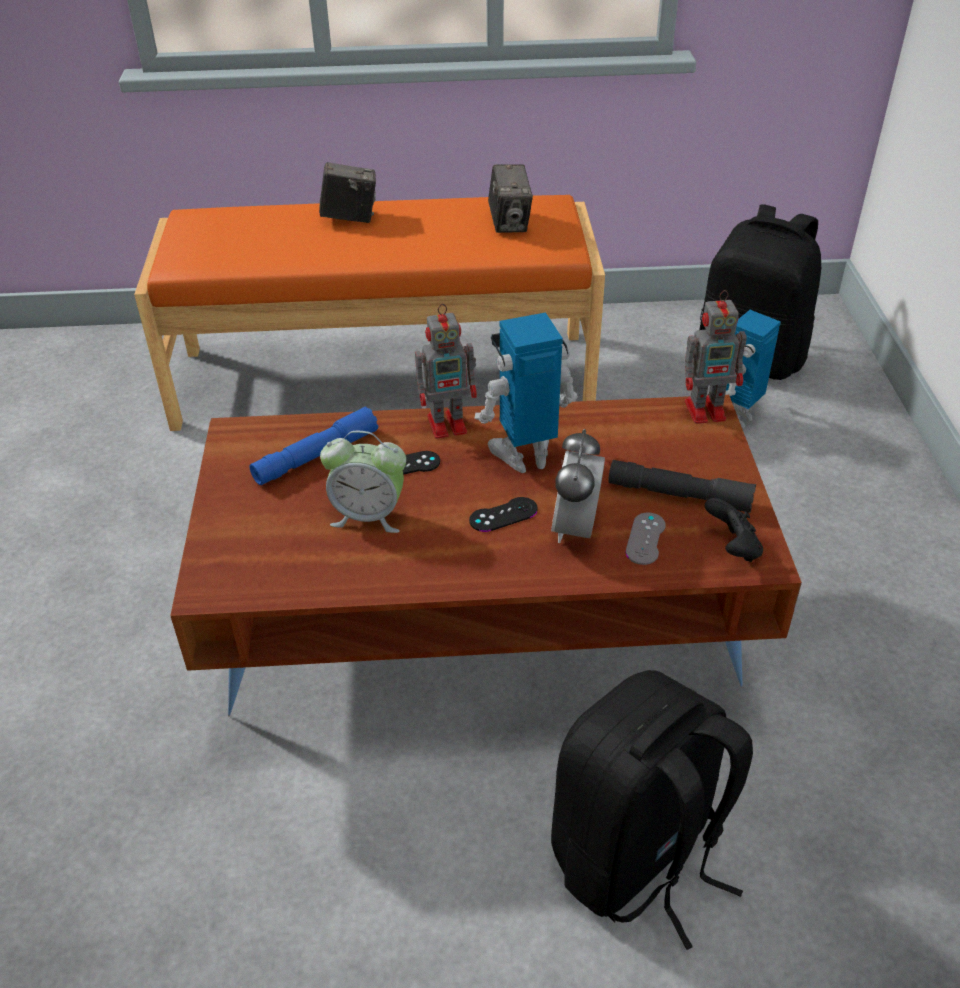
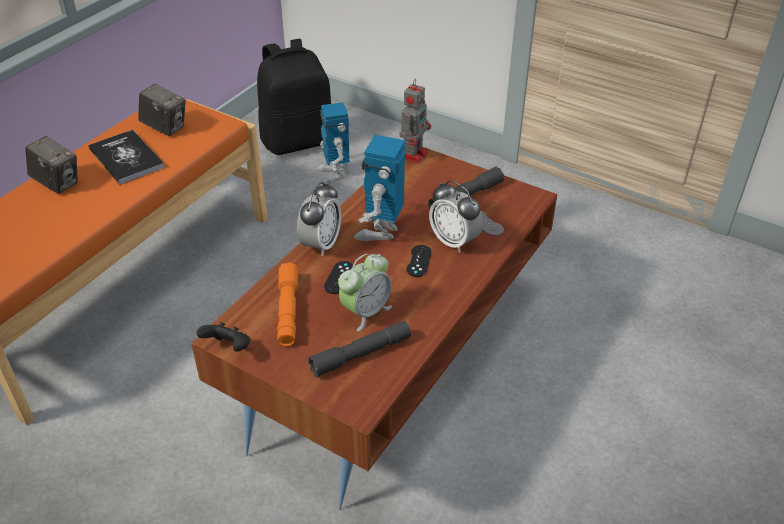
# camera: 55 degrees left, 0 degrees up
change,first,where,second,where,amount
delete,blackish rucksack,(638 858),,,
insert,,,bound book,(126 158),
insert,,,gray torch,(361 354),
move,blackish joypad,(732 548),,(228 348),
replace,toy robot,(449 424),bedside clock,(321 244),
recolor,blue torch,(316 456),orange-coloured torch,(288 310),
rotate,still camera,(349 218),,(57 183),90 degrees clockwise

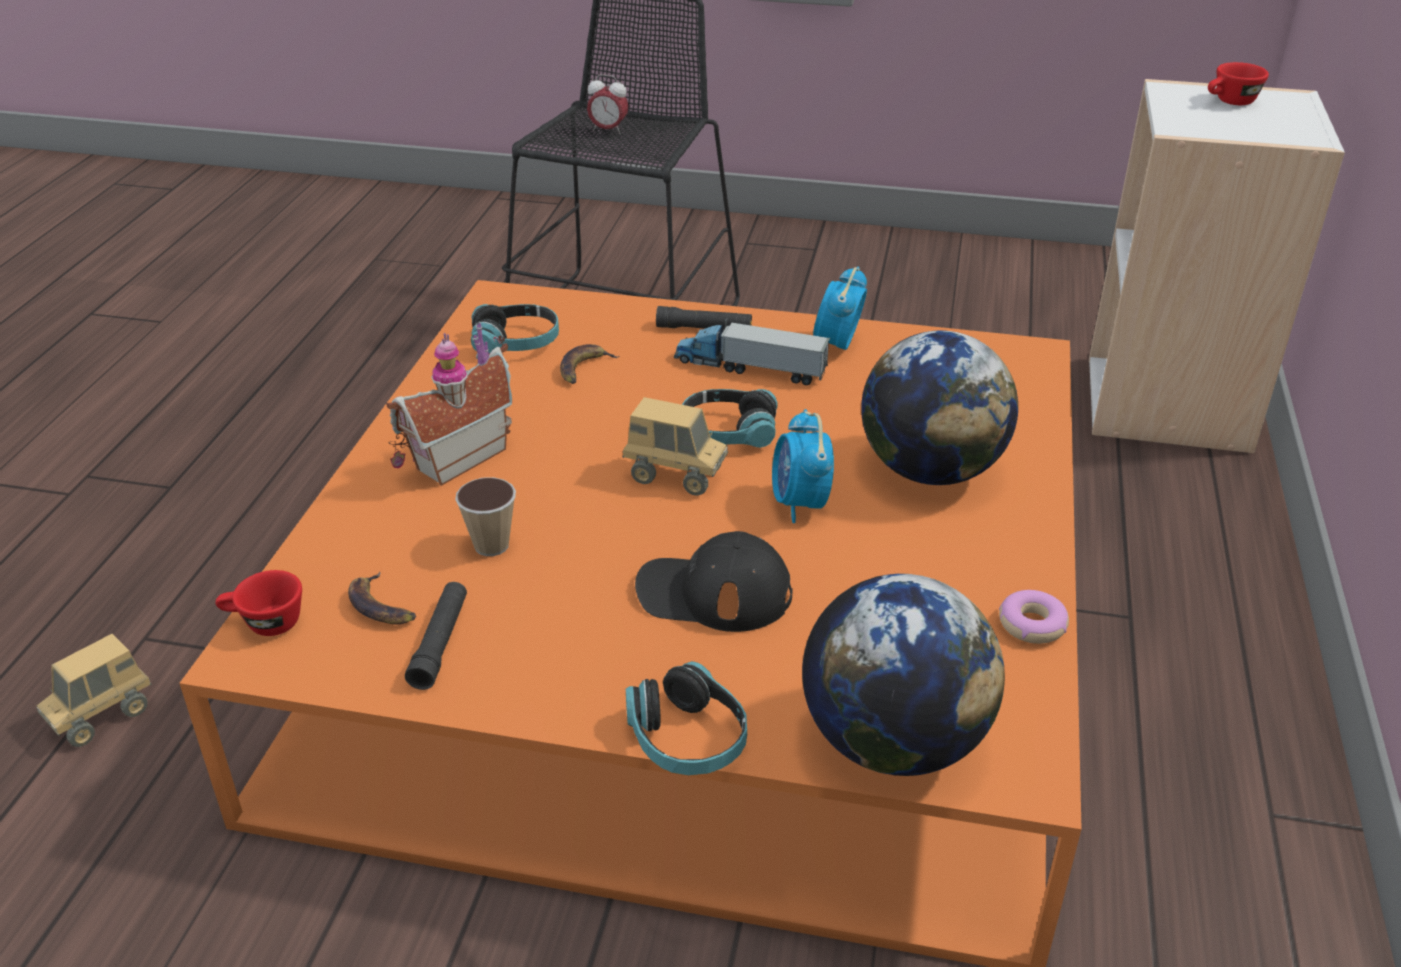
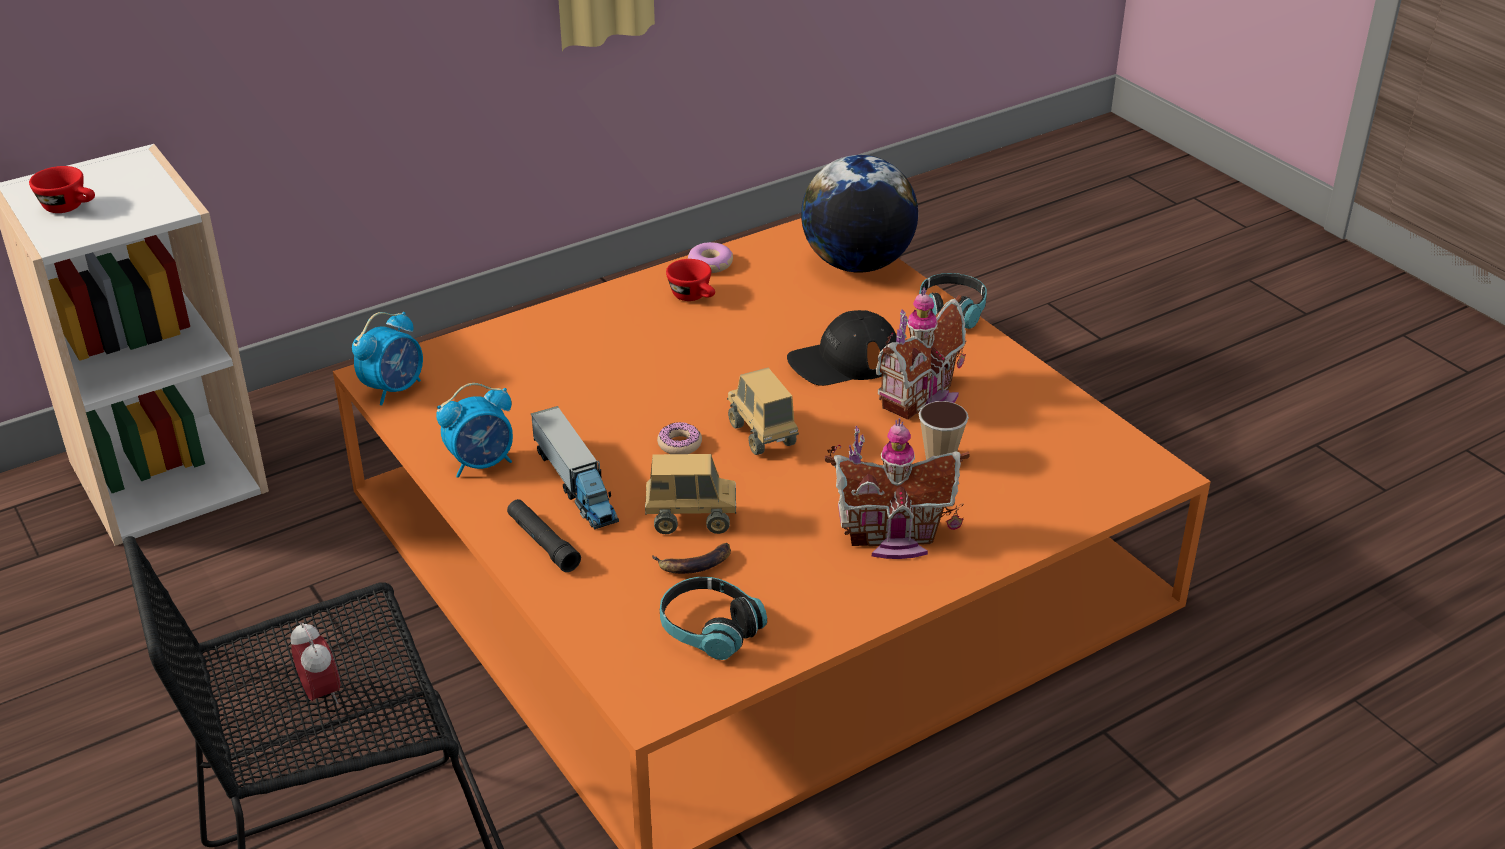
# camera: 135 degrees left, 0 degrees up
change,first,where,second,where,amount
delete,banana,(381 606),,,
delete,blackish torch,(440 643),,,
delete,world globe,(931 470),,,
insert,,,toy house,(923 400),
move,toy lorry,(102 717),,(691 520),
move,red-coloured small cup,(264 623),,(694 297),
move,bedside clock,(800 504),,(394 389),
replace,headset,(728 432),ring doughnut,(679 444),
rotate,blackish cap,(713 593),,(844 360),105 degrees clockwise

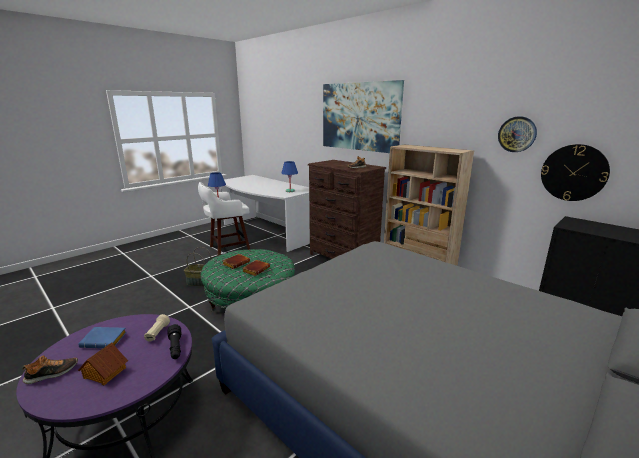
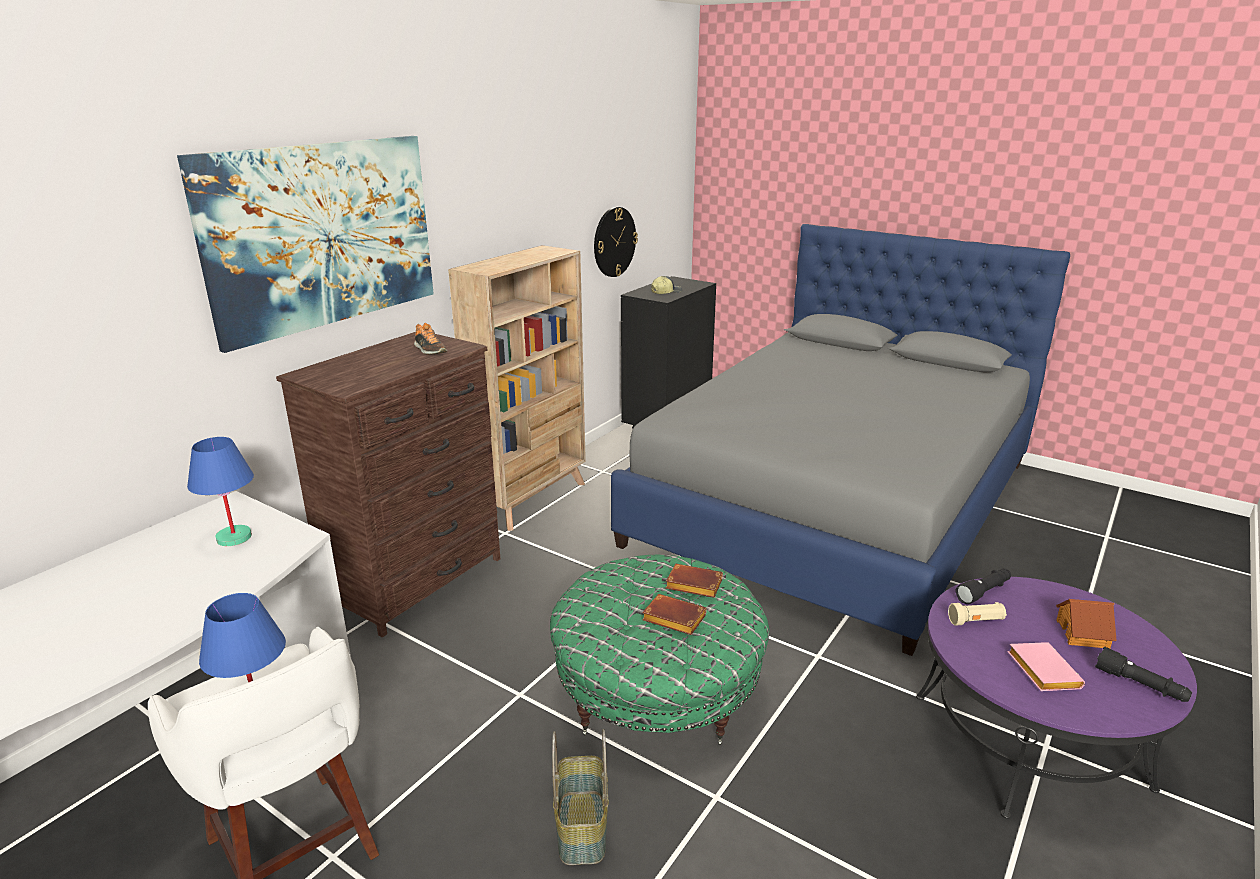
# camera: 100 degrees left, 5 degrees up
change,first,where,second,where,amount
delete,wall clock,(517 134),,,
insert,,,cap,(666 292),
replace,shoe,(52 374),blackish torch,(1140 685),
recolor,blue bound book,(105 340),pink-coloured bound book,(1040 670),

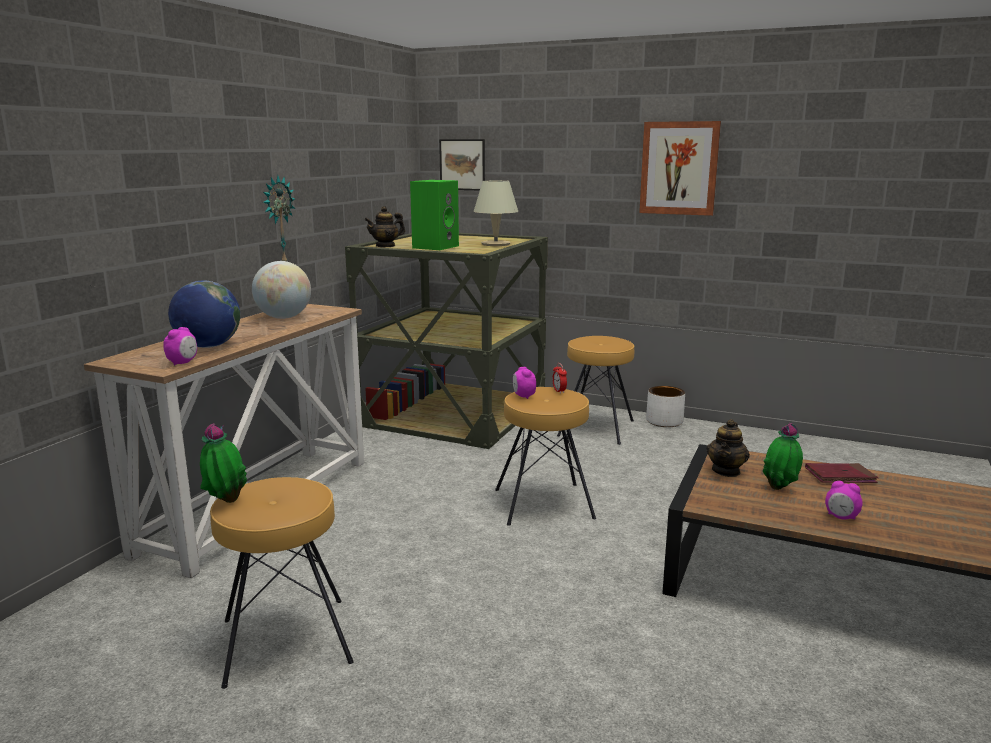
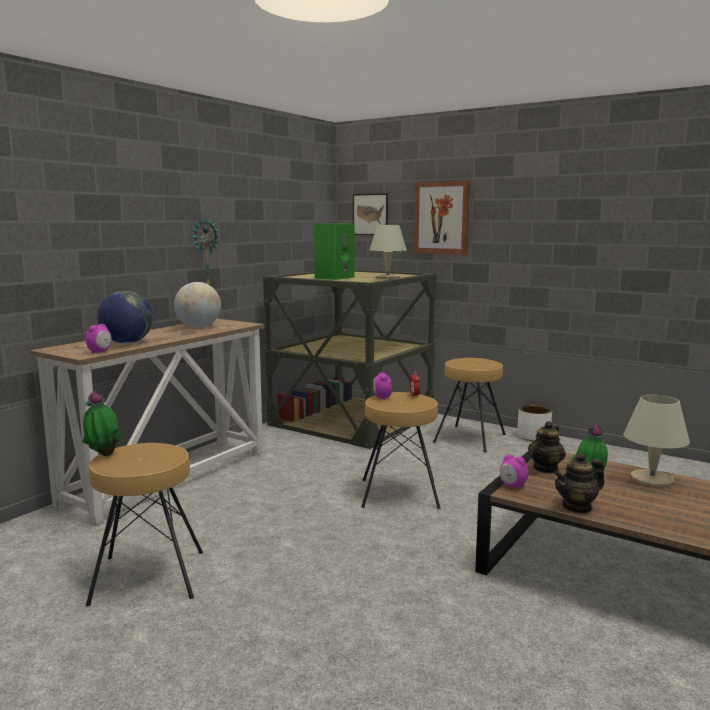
# camera: 10 degrees right, 5 degrees down
change,first,where,second,where,amount
move,pot for tea,(385 246),,(577 507),
move,wall picture,(679 168),,(442 218),
move,bedside clock,(841 517),,(512 486),
replace,red-coloured bound book,(840 476),beige-coloured tabletop lamp,(652 479),

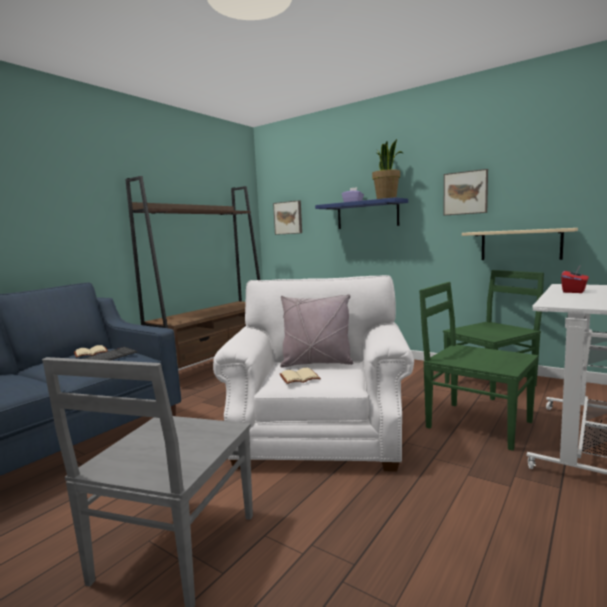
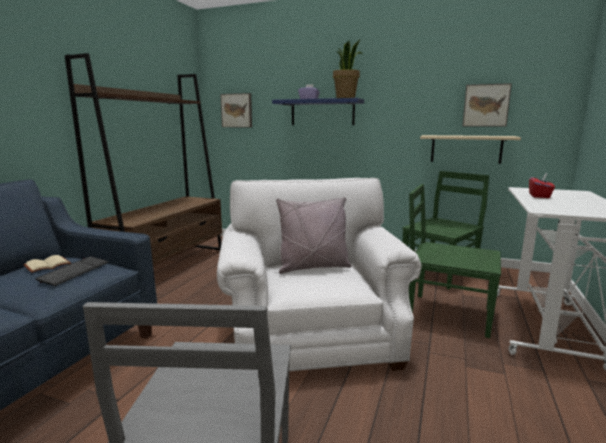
# camera: 15 degrees left, 5 degrees up
change,first,where,second,where,amount
delete,beige-coloured bound book,(300 377),,,
move,wall picture,(465 193),,(486 105),

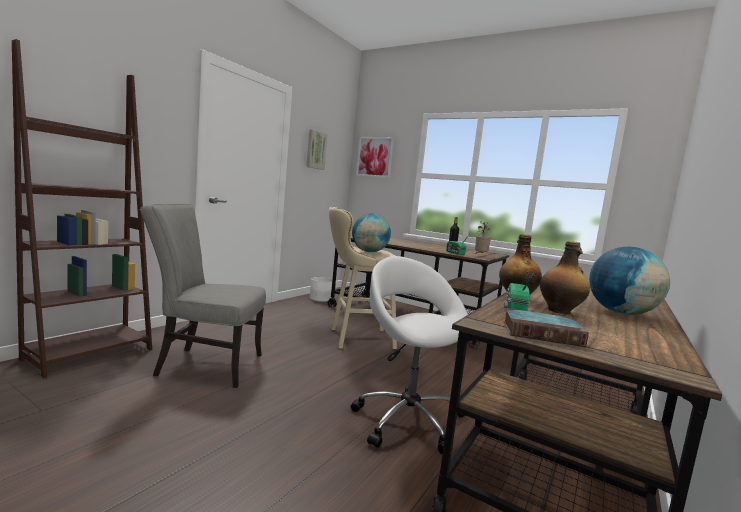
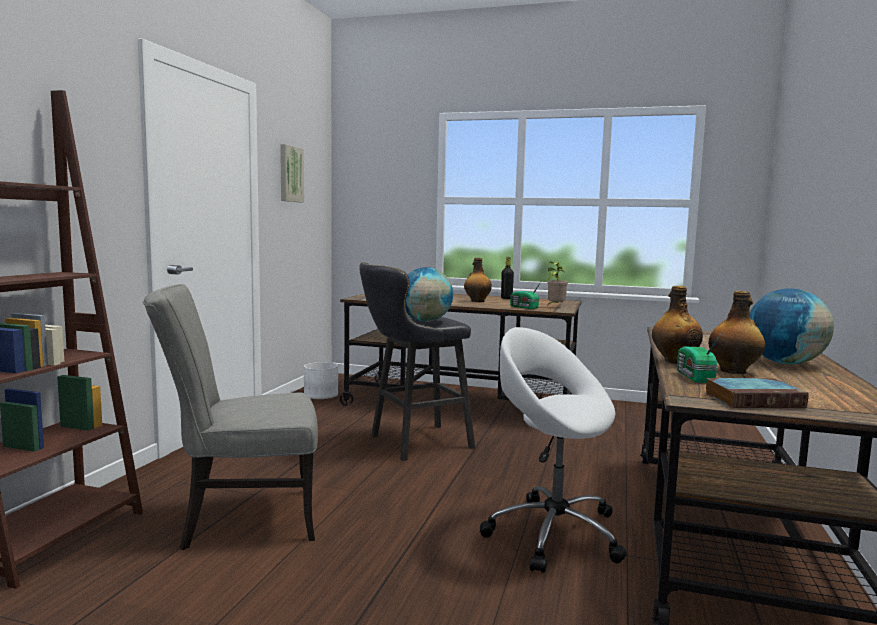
# camera: 15 degrees left, 0 degrees up
change,first,where,second,where,amount
delete,wall picture,(375 157),,,
insert,,,bottle,(477 301),
recolor,beige-coloured sitting stool,(353 338),blackish sitting stool,(410 443),

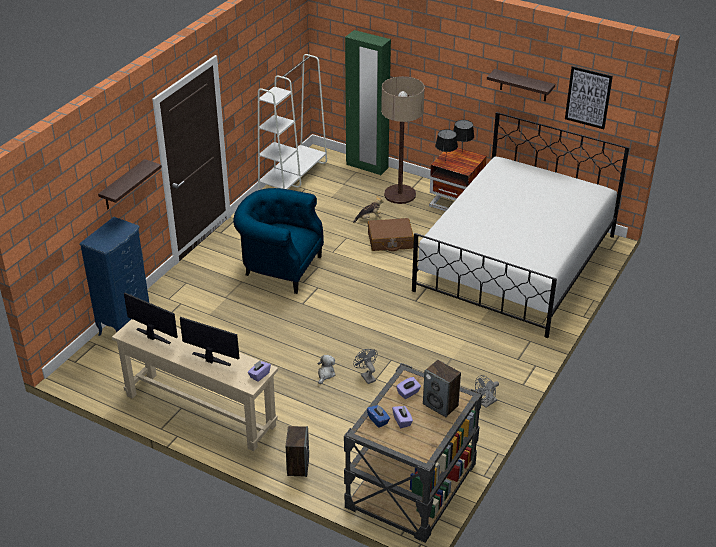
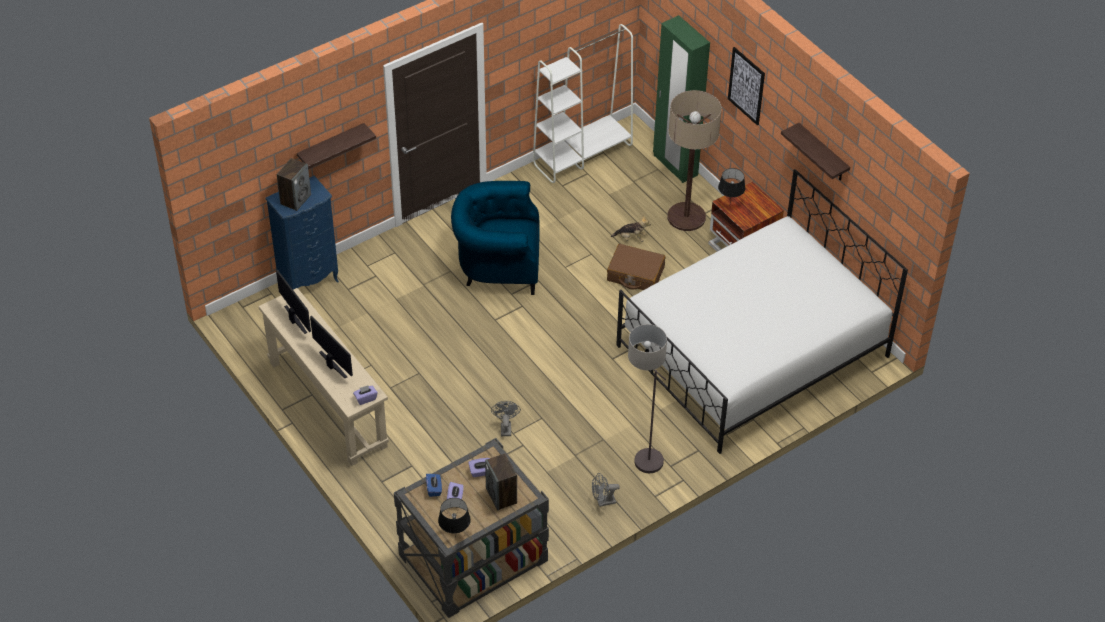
# camera: 25 degrees right, 10 degrees up
change,first,where,second,where,amount
delete,soft toy,(325 374),,,
insert,,,gray standard lamp,(642 456),
move,loudspeaker,(298 466),,(295 199),
move,blackish tabletop lamp,(461 153),,(454 537),
move,wall picture,(588 97),,(746 86),
rotate,blue lounge chair,(279 267),,(498 267),45 degrees counterclockwise

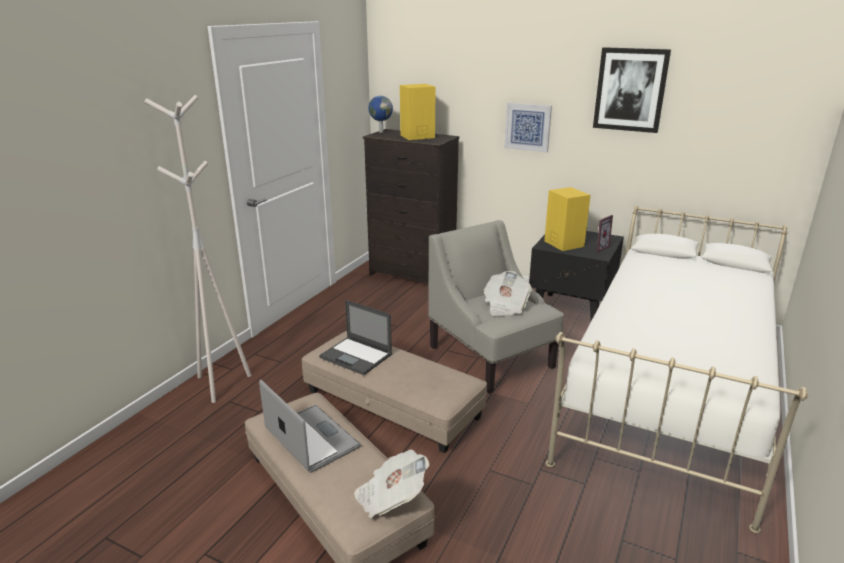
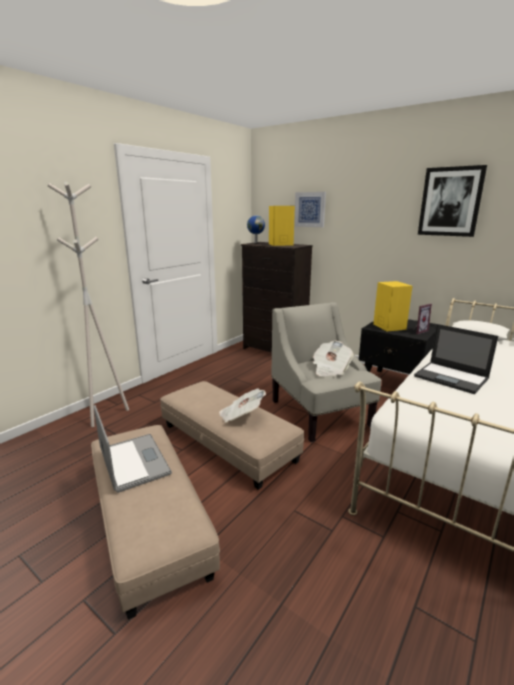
# camera: 10 degrees right, 5 degrees down
change,first,where,second,where,amount
move,portable computer,(357 356),,(452 378),
move,daily paper,(391 497),,(241 416),
move,wall picture,(527 127),,(310 209),

